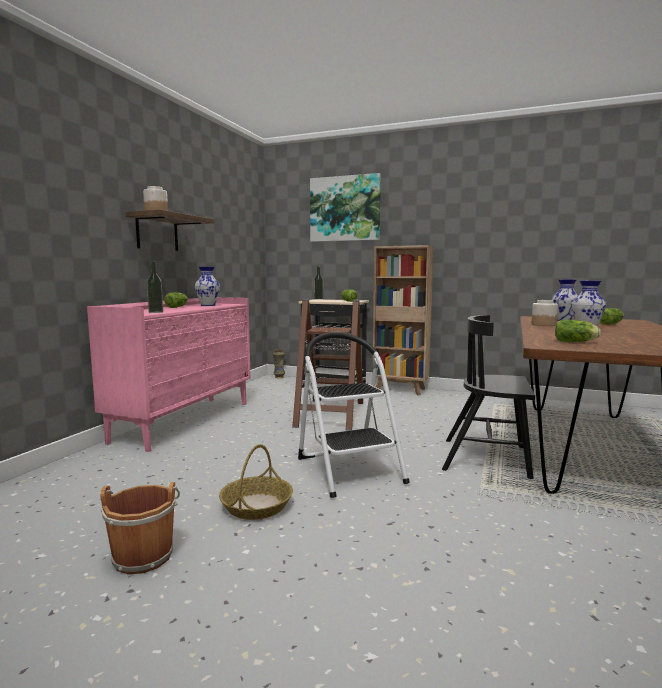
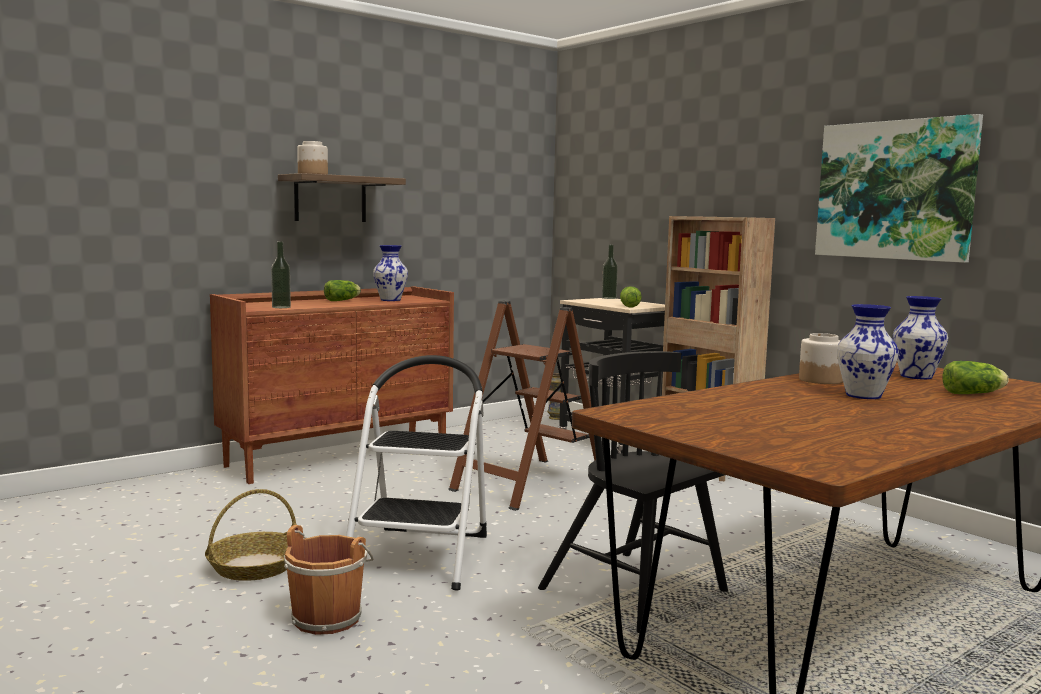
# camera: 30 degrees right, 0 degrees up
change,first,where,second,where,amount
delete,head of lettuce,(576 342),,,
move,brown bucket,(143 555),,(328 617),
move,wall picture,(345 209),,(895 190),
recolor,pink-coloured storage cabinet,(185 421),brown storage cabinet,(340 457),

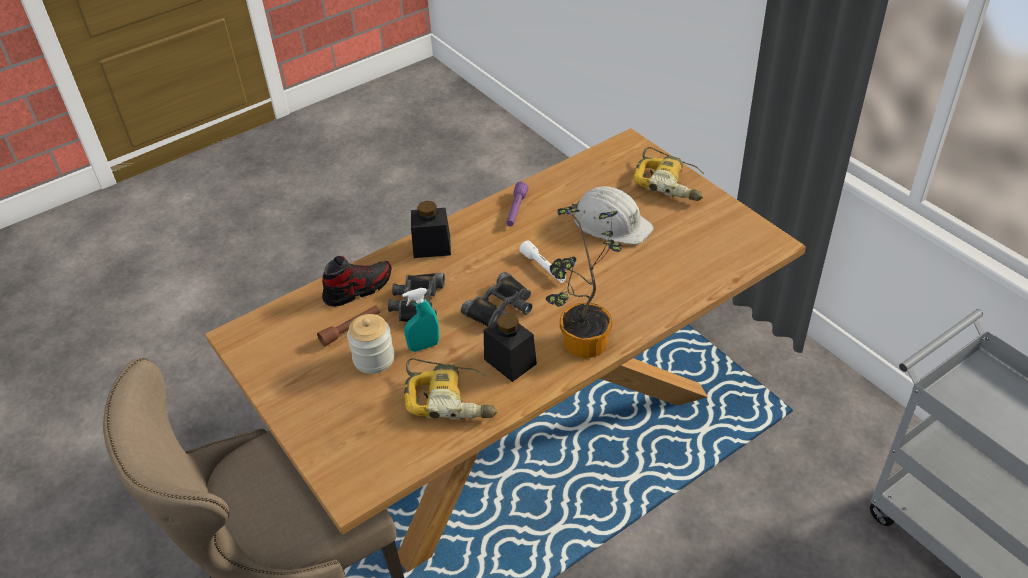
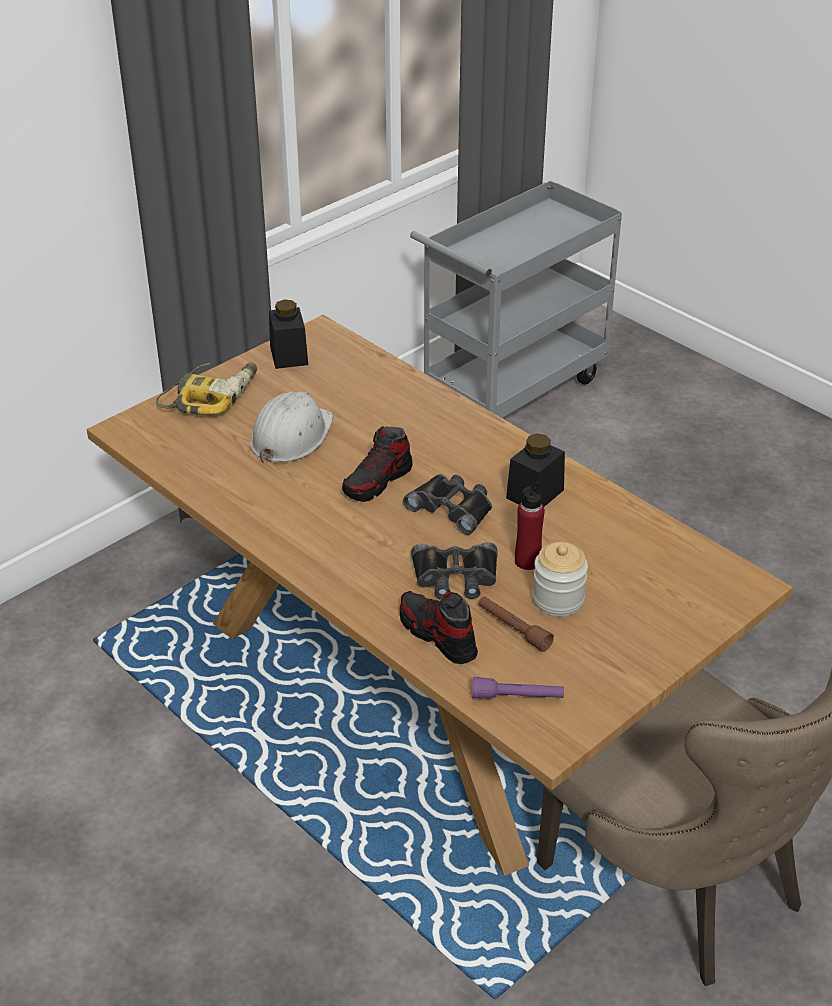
# camera: 100 degrees left, 5 degrees down
change,first,where,second,where,amount
delete,electric drill,(451 397),,,
delete,houseplant,(580 346),,,
move,blackish preserve jar,(432 247),,(289 355),
move,purple-coloured torch,(516 210),,(517 697),
replace,turquoise spray bottle,(424 346),red-coloured bottle,(527 561),
replace,whitish torch,(543 268),shoe,(377 481),

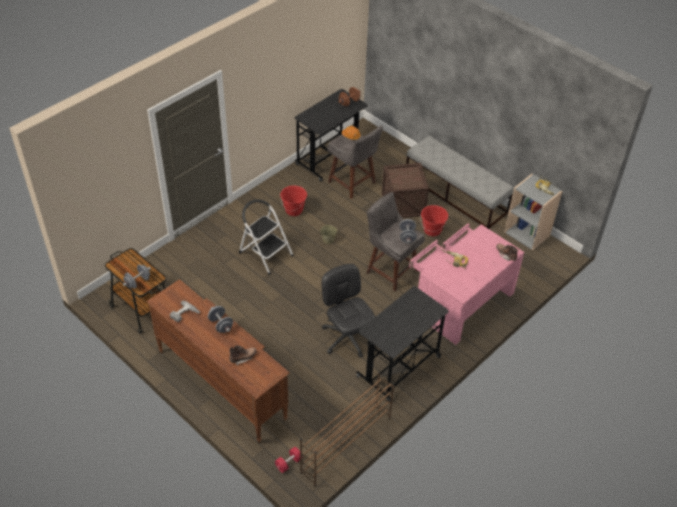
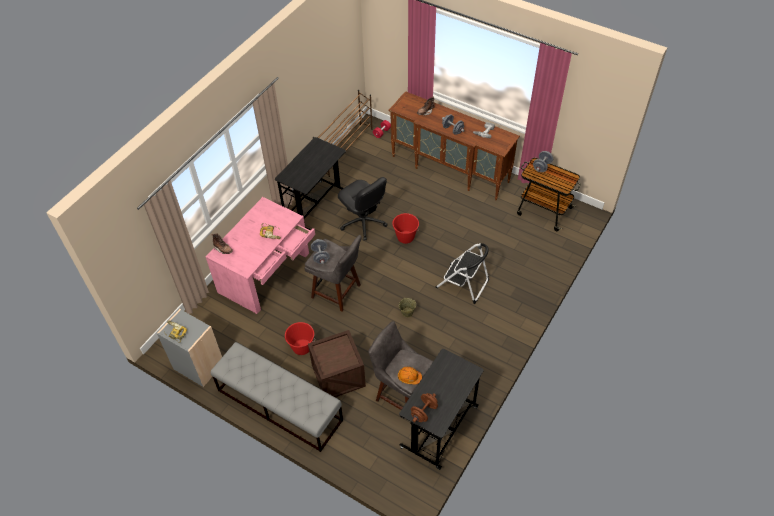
# camera: 170 degrees right, 5 degrees up
change,first,where,second,where,amount
move,red-coloured bucket,(294 210),,(405 237),

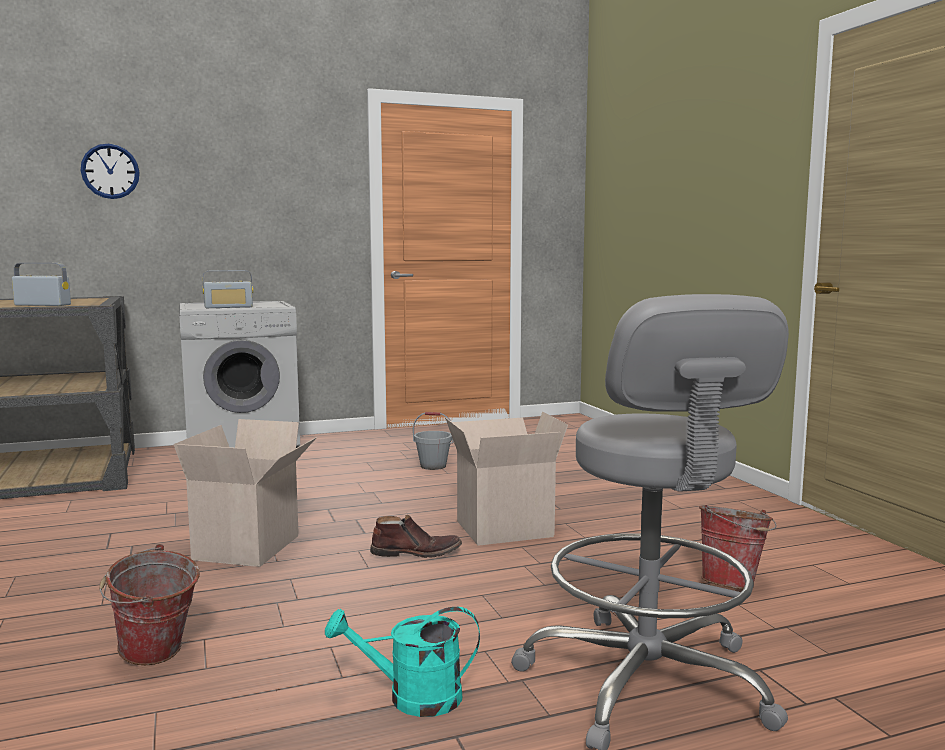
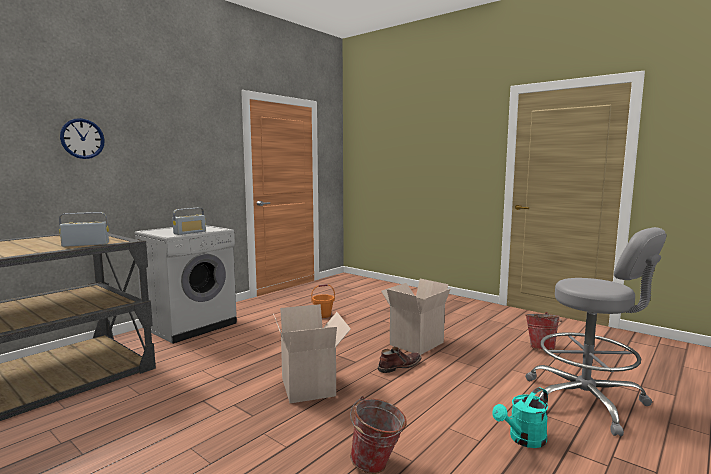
# camera: 30 degrees left, 0 degrees up
change,first,where,second,where,amount
recolor,gray bucket,(433 466),orange-coloured bucket,(323 315),

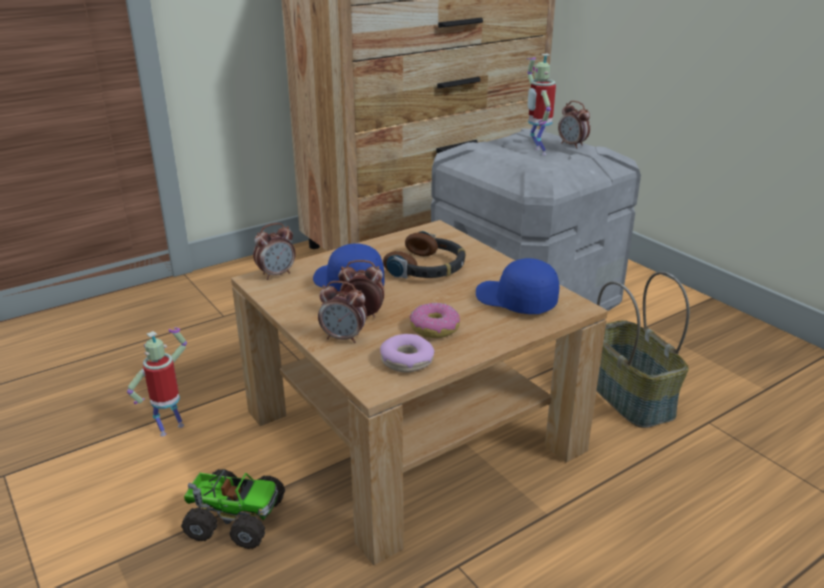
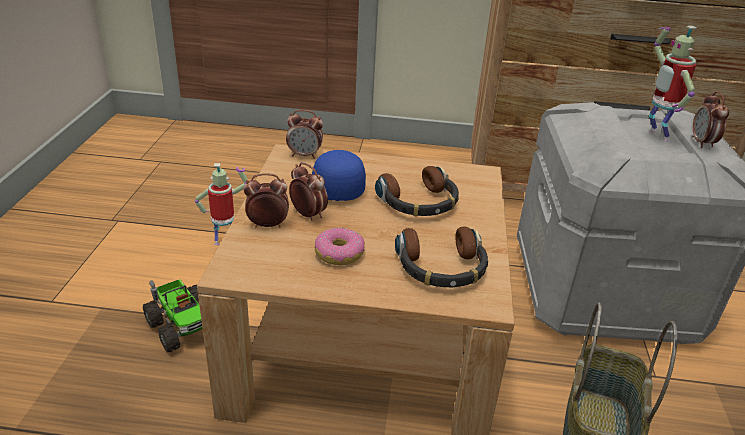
# camera: 40 degrees right, 5 degrees up
change,first,where,second,where,amount
delete,ring doughnut,(407 361),,,
replace,blue cap,(515 301),headset,(441 267),
rotate,bedside clock,(343 338),,(267 225),120 degrees clockwise
rotate,toy robot,(536 151),,(655 136),45 degrees counterclockwise

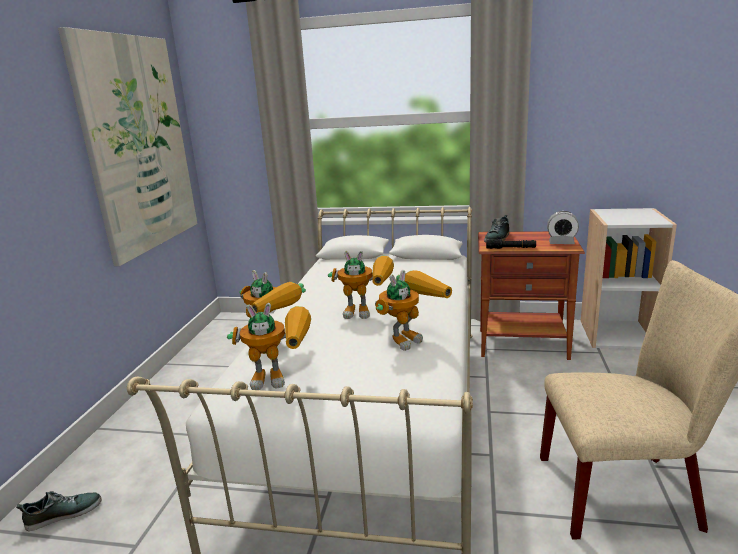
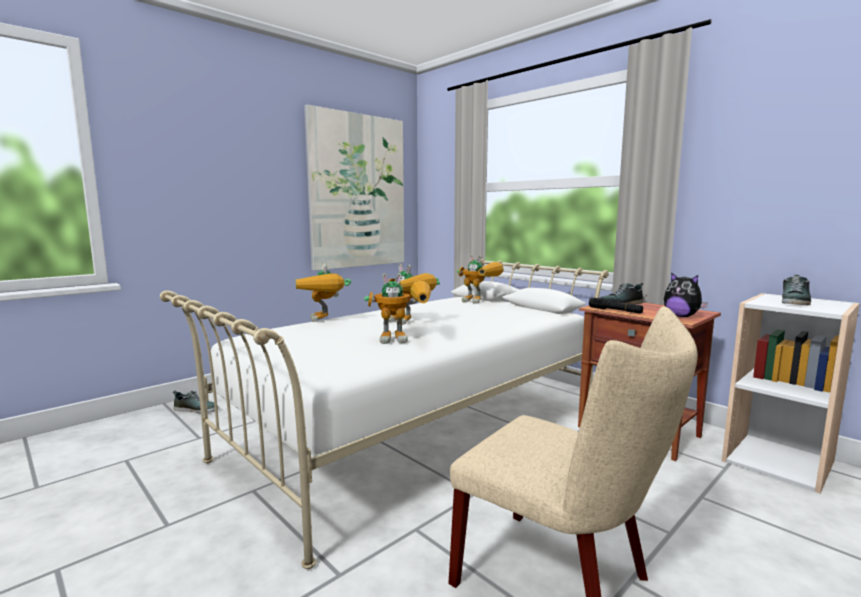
# camera: 35 degrees right, 10 degrees down
change,first,where,second,where,amount
insert,,,shoe,(795 302),
move,toy robot,(282 378),,(481 302),
replace,bedside clock,(561 243),soft toy,(682 316),

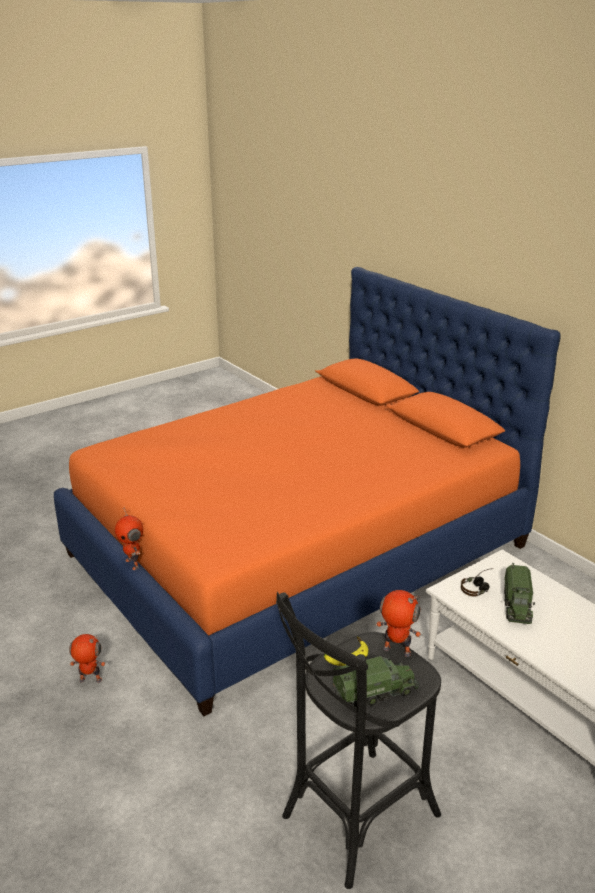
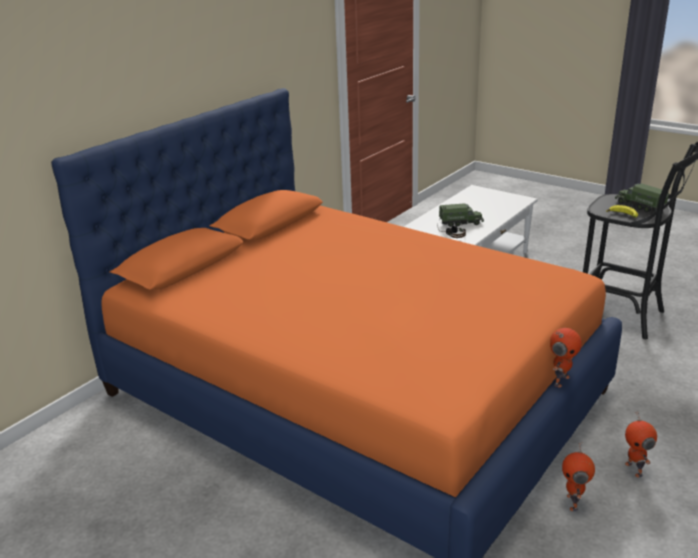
# camera: 105 degrees left, 0 degrees up
change,first,where,second,where,amount
move,toy robot,(396 651),,(573 503),

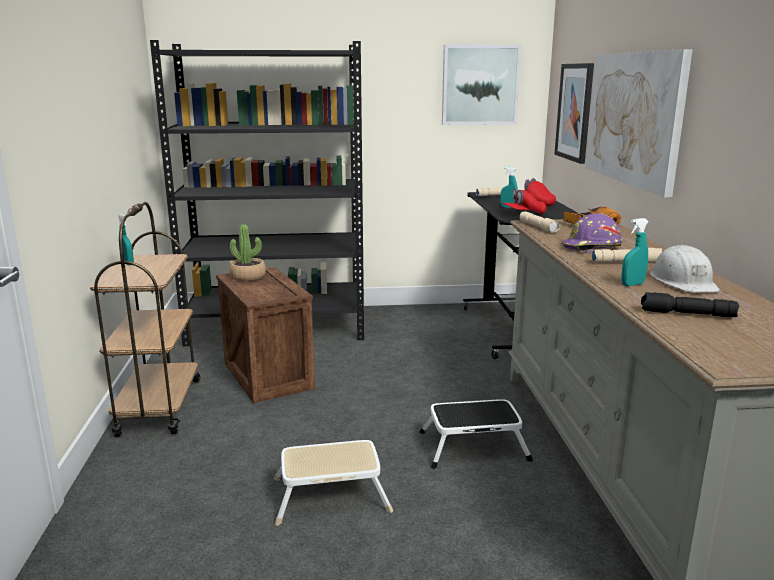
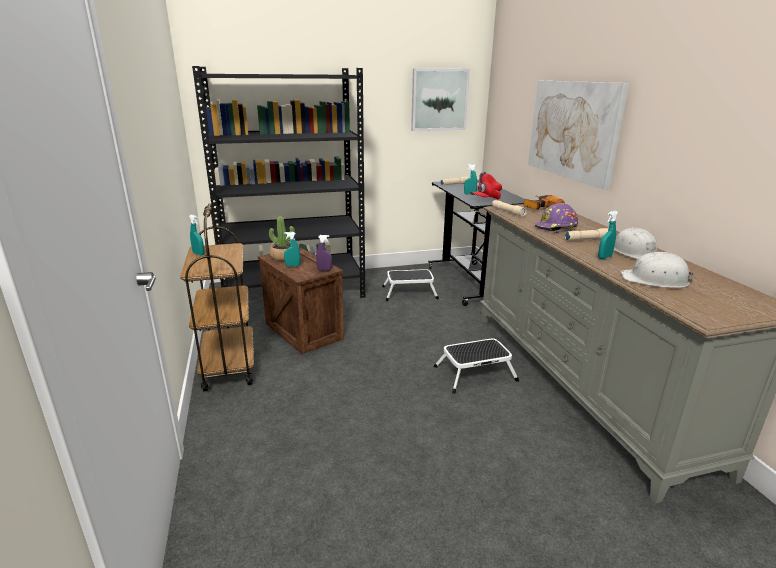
# camera: 10 degrees left, 5 degrees up
change,first,where,second,where,amount
delete,beige-coloured stepladder,(331 495),,,
delete,wall picture,(575 112),,,
insert,,,turquoise spray bottle,(292 266),
insert,,,purple-coloured spray bottle,(324 269),
insert,,,blackish stepladder,(409 292),
replace,blackish torch,(686 314),whitish hard hat,(655 280),

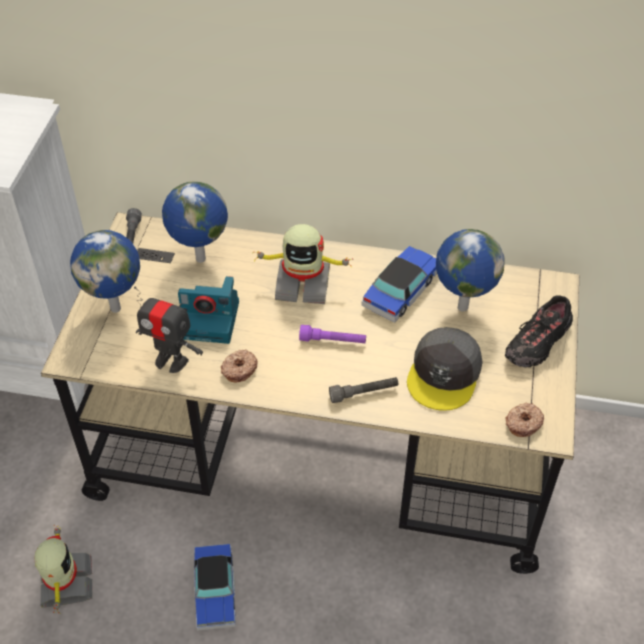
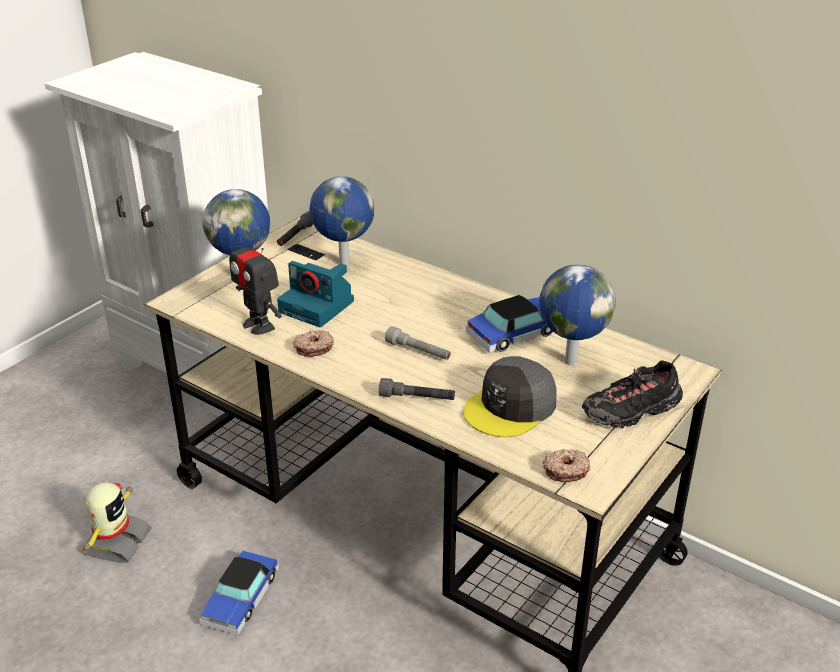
# camera: 25 degrees right, 15 degrees down
change,first,where,second,where,amount
delete,toy robot,(303 283),,,
recolor,purple-coloured torch,(332 341),gray torch,(418 352),

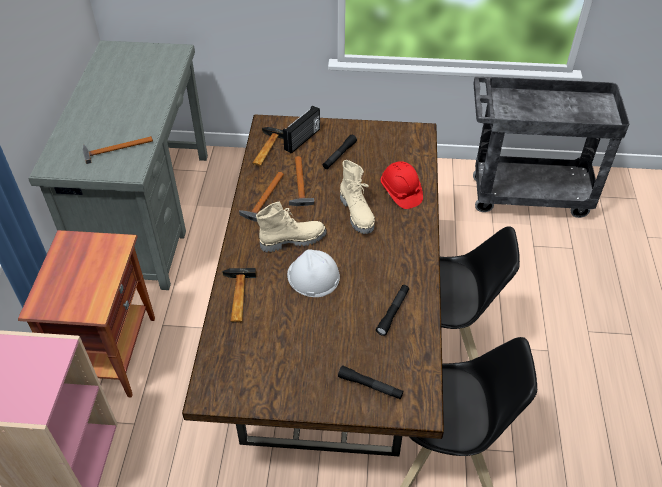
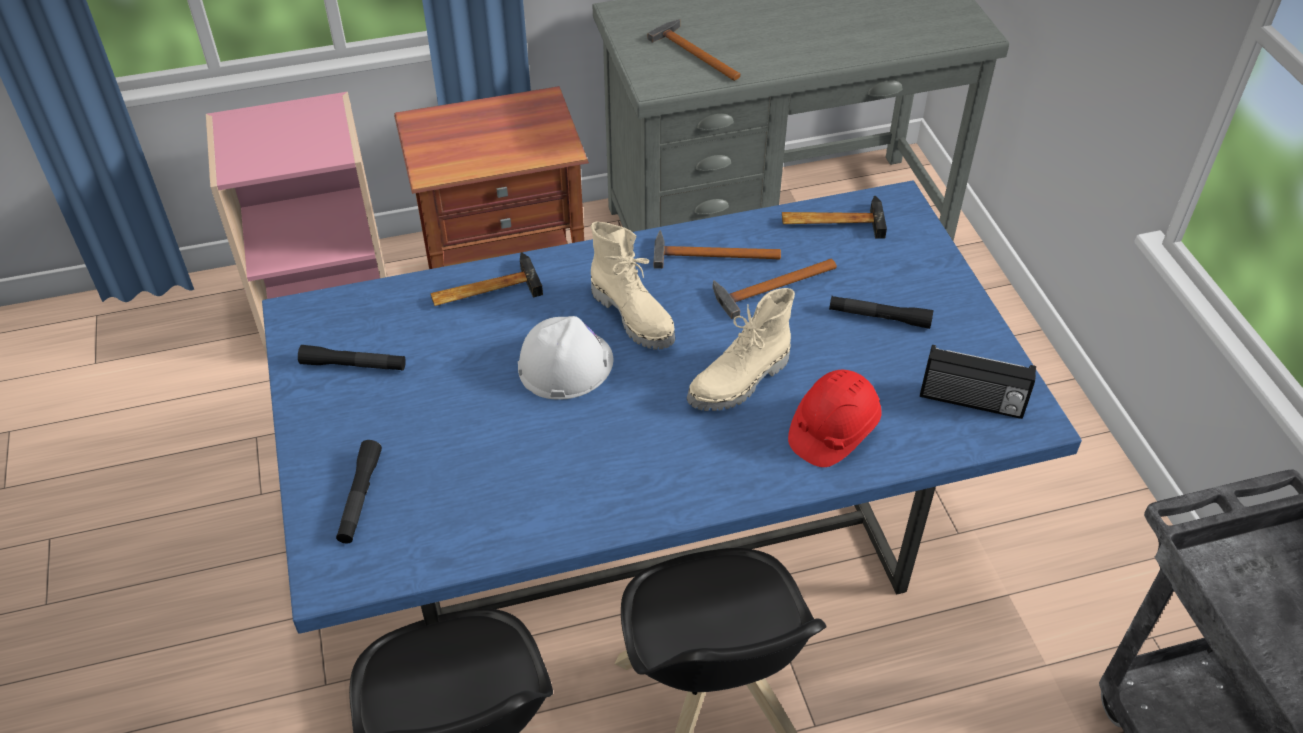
# camera: 70 degrees right, 0 degrees up
change,first,where,second,where,amount
move,radio,(303 140),,(971 402),
move,blackish torch,(393 312),,(353 365),
recolor,brown dining table,(330 335),blue dining table,(653 534),

